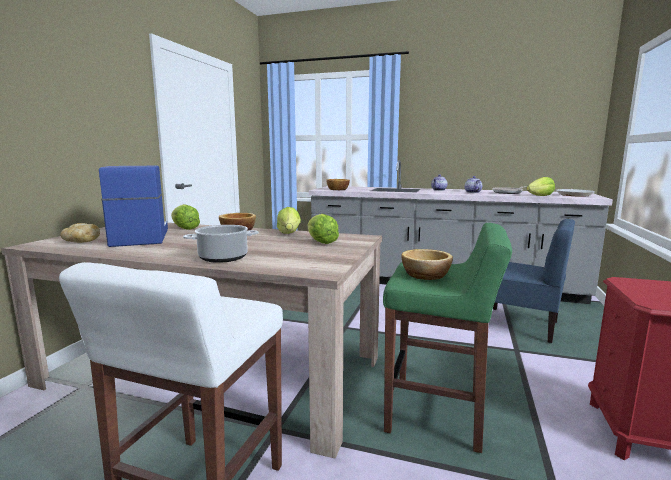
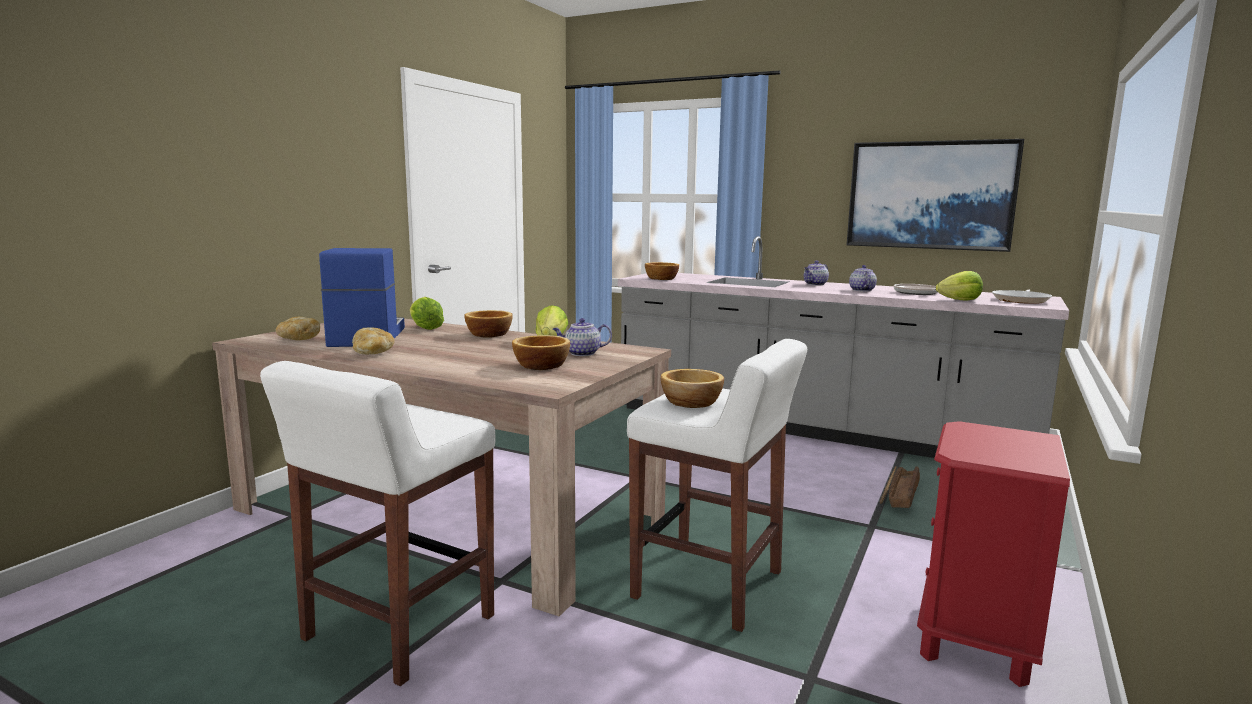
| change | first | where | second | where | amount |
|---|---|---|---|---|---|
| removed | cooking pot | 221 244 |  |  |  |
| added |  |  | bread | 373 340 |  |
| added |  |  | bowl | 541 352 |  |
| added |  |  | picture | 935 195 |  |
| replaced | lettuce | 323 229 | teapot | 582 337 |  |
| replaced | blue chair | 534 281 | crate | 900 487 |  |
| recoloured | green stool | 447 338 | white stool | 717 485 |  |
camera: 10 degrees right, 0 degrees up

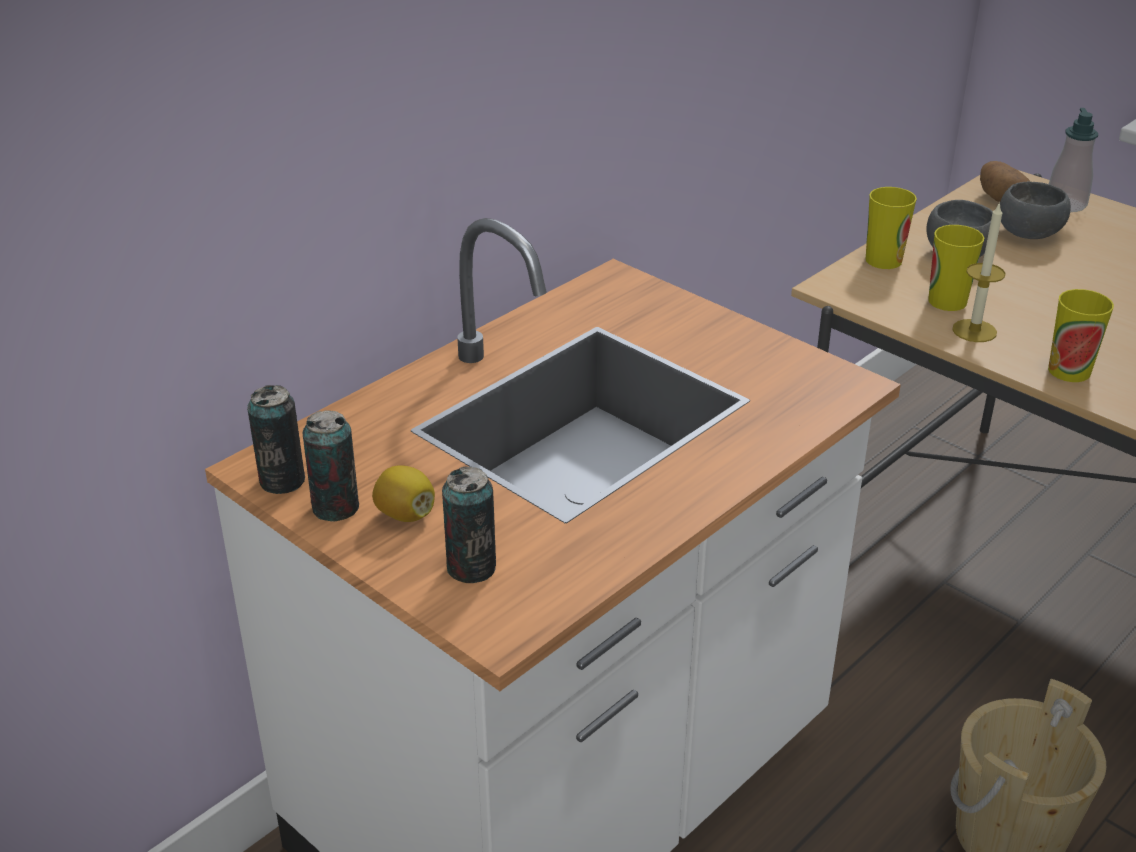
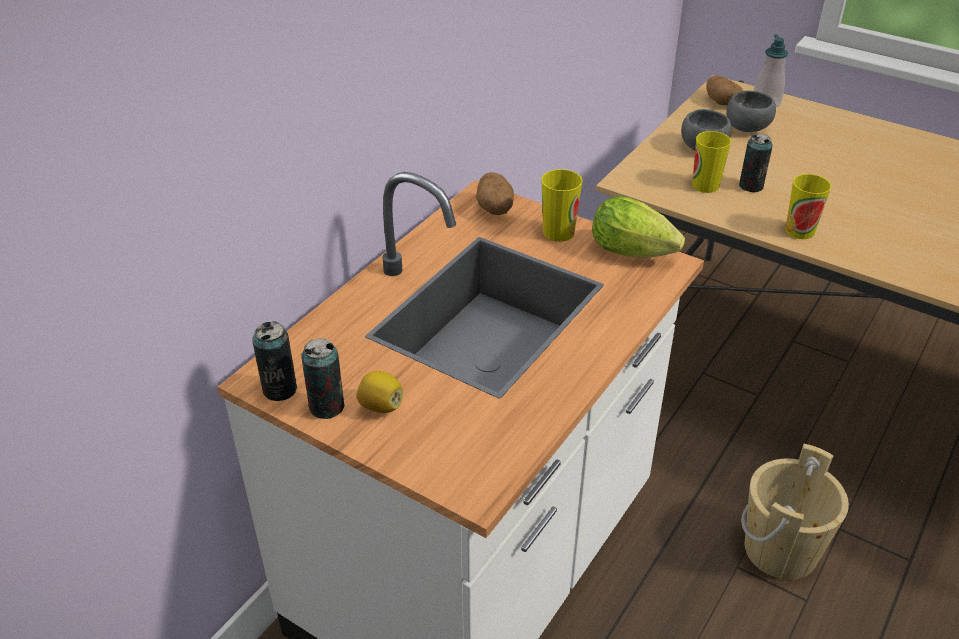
| change | first | where | second | where | amount |
|---|---|---|---|---|---|
| removed | candle | 979 272 |  |  |  |
| added |  |  | potato | 495 193 |  |
| added |  |  | lettuce | 638 227 |  |
| moved | can | 469 524 |  | 756 162 |  |
| moved | cup | 891 228 |  | 562 205 |  |
camera: 10 degrees left, 5 degrees up

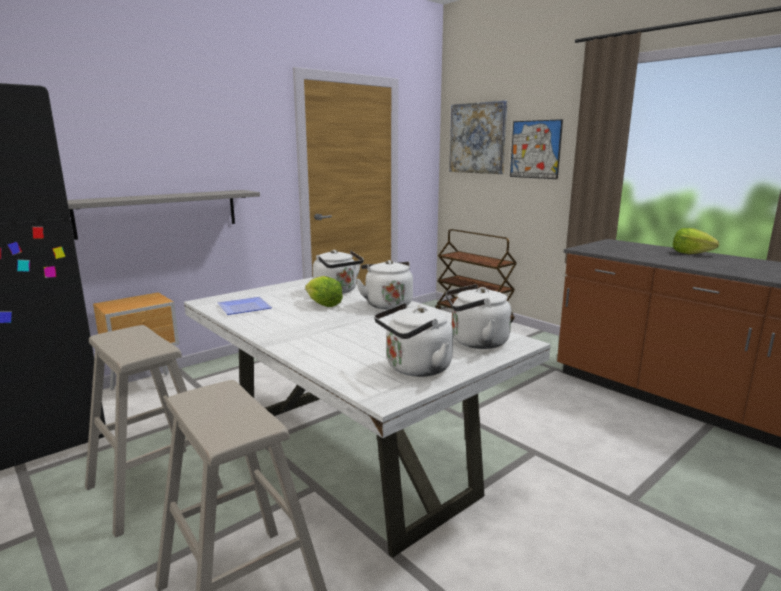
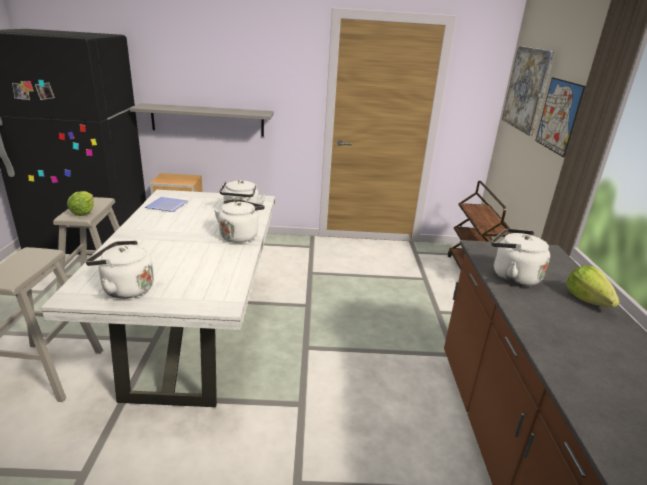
| change | first | where | second | where | amount |
|---|---|---|---|---|---|
| moved | lettuce | 324 291 |  | 80 203 |  |
| moved | white kettle | 479 316 |  | 520 257 |  |
camera: 40 degrees right, 10 degrees up

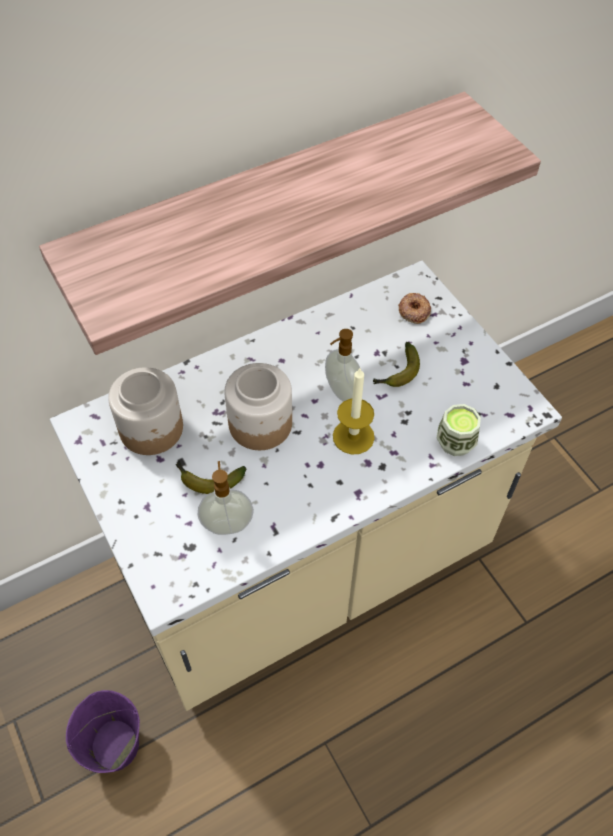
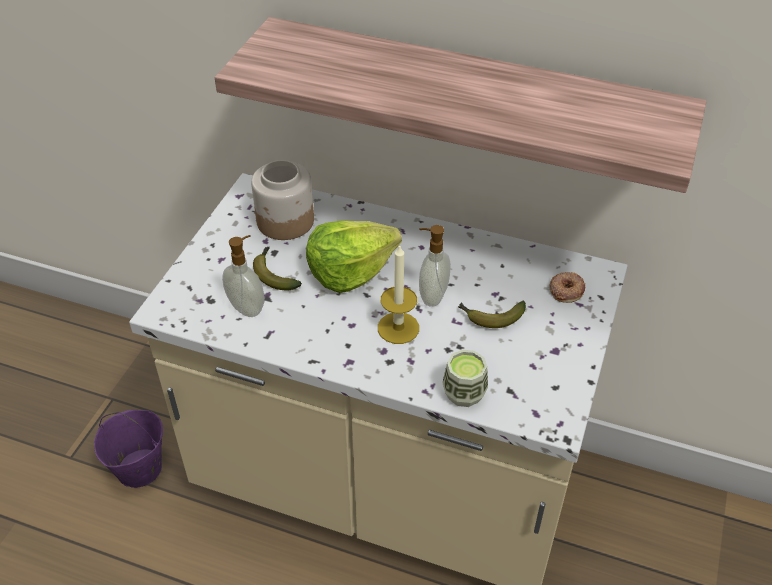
| change | first | where | second | where | amount |
|---|---|---|---|---|---|
| replaced | jar | 258 406 | lettuce | 354 256 |  |
camera: 50 degrees right, 10 degrees down

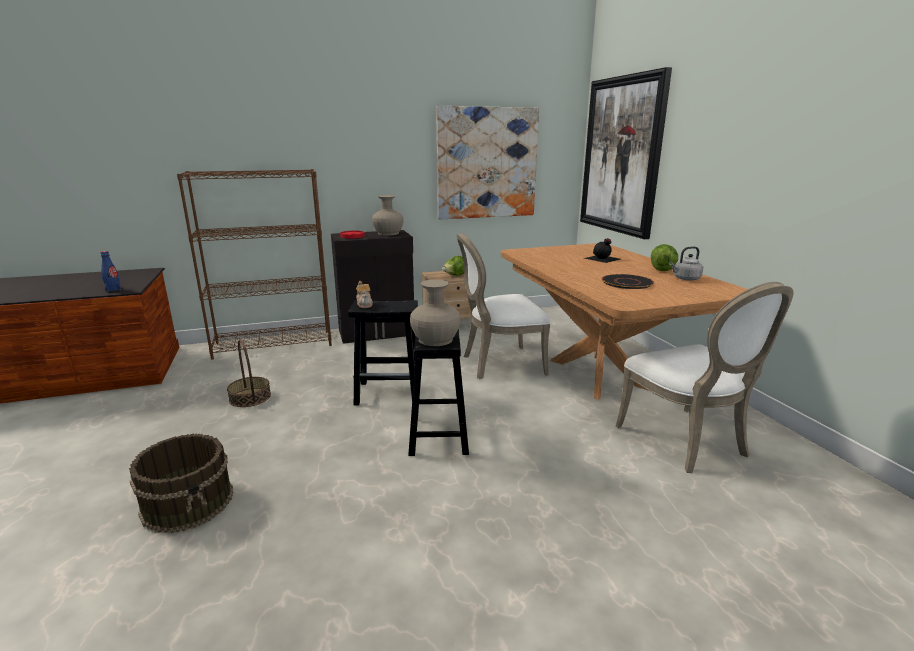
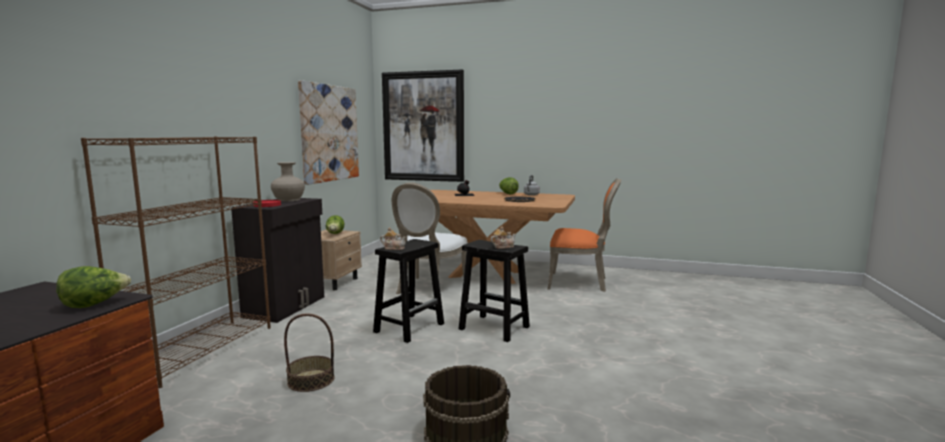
| change | first | where | second | where | amount |
|---|---|---|---|---|---|
| replaced | blue bottle | 110 271 | lettuce | 93 287 |  |
| replaced | beige vase | 435 313 | teapot | 503 237 |  |
| recoloured | white chair | 705 377 | orange chair | 584 235 |  |
camera: 55 degrees left, 10 degrees down

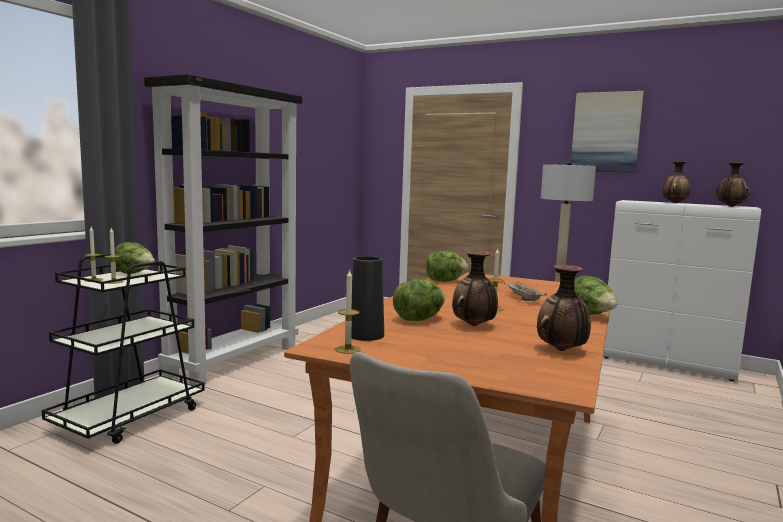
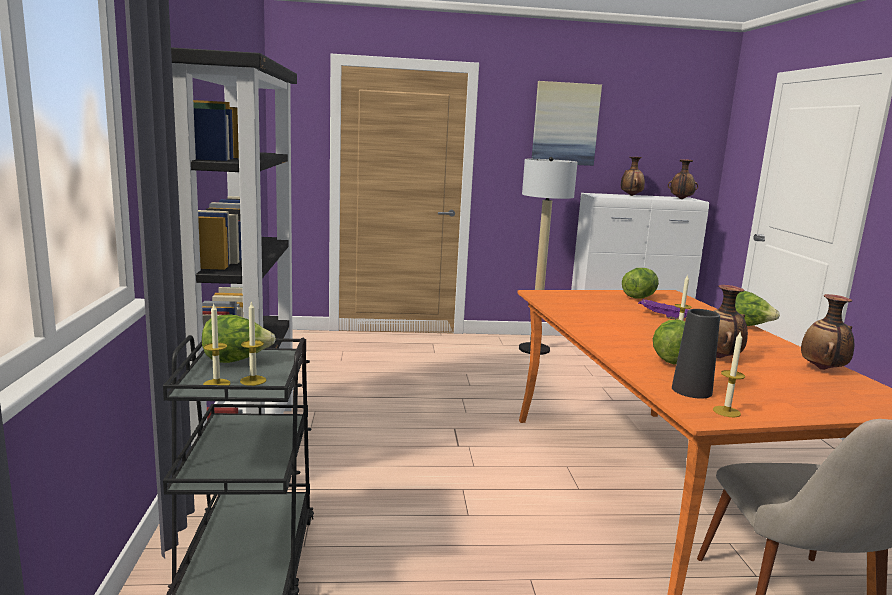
| change | first | where | second | where | amount |
|---|---|---|---|---|---|
| moved | lettuce | 447 266 |  | 640 283 |  |
| recoloured | beige tray | 525 291 | purple tray | 663 309 |  |
camera: 35 degrees left, 5 degrees up

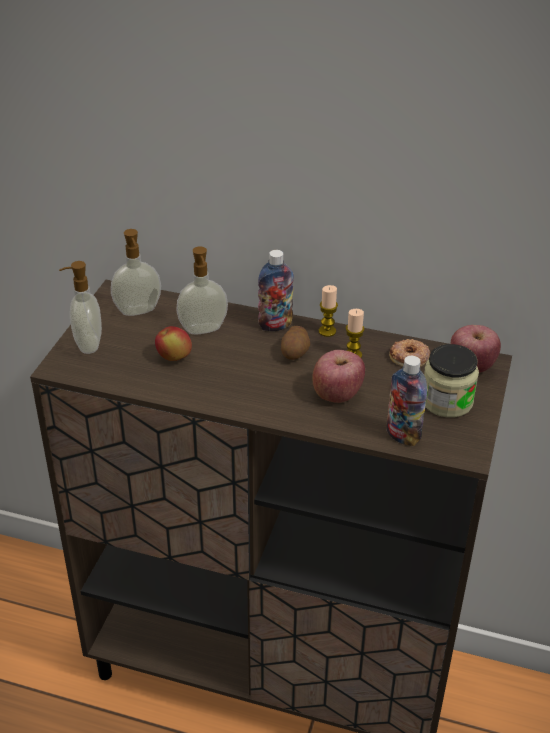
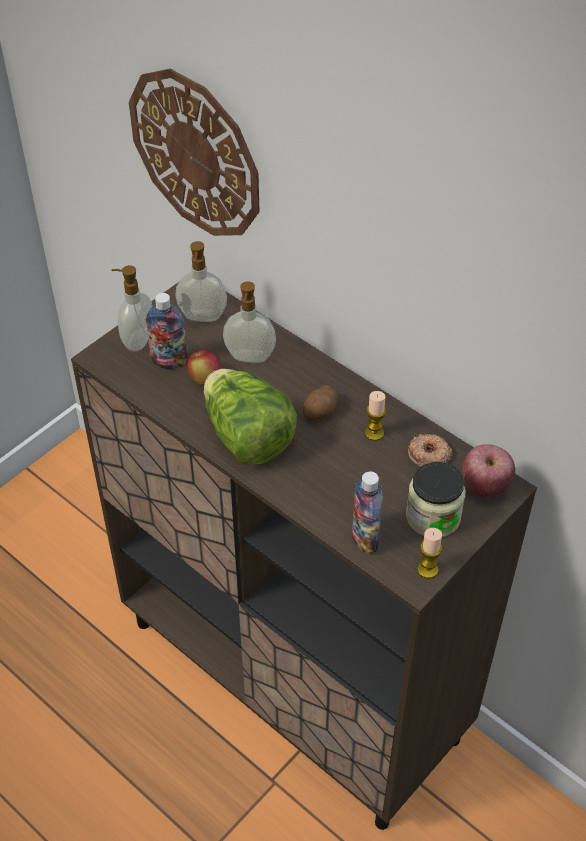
| change | first | where | second | where | amount |
|---|---|---|---|---|---|
| removed | apple | 338 376 |  |  |  |
| added |  |  | wall clock | 194 152 |  |
| added |  |  | lettuce | 250 417 |  |
| moved | bottle | 276 290 |  | 167 331 |  |
| moved | candle | 328 311 |  | 429 553 |  |
camera: 25 degrees right, 10 degrees up

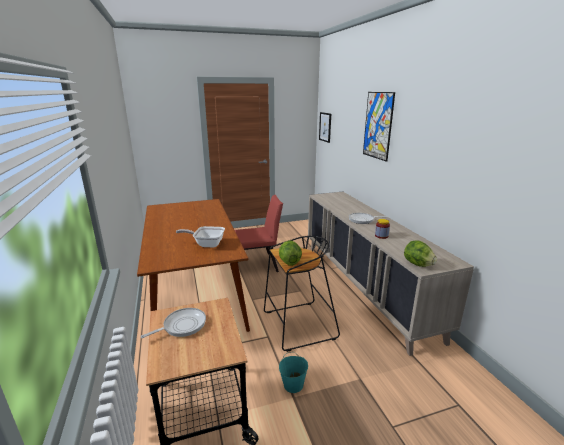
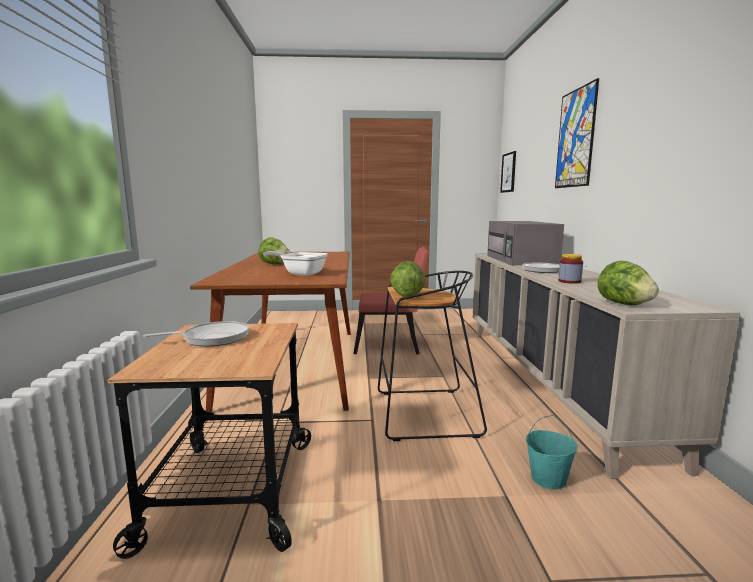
| change | first | where | second | where | amount |
|---|---|---|---|---|---|
| added |  |  | lettuce | 274 251 |  |
| added |  |  | grey microwave | 525 243 |  |
| moved | turquoise bucket | 293 372 |  | 552 452 |  |
camera: 15 degrees right, 10 degrees down

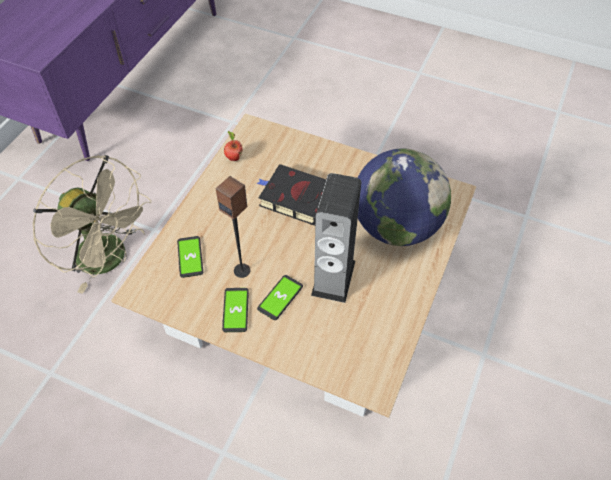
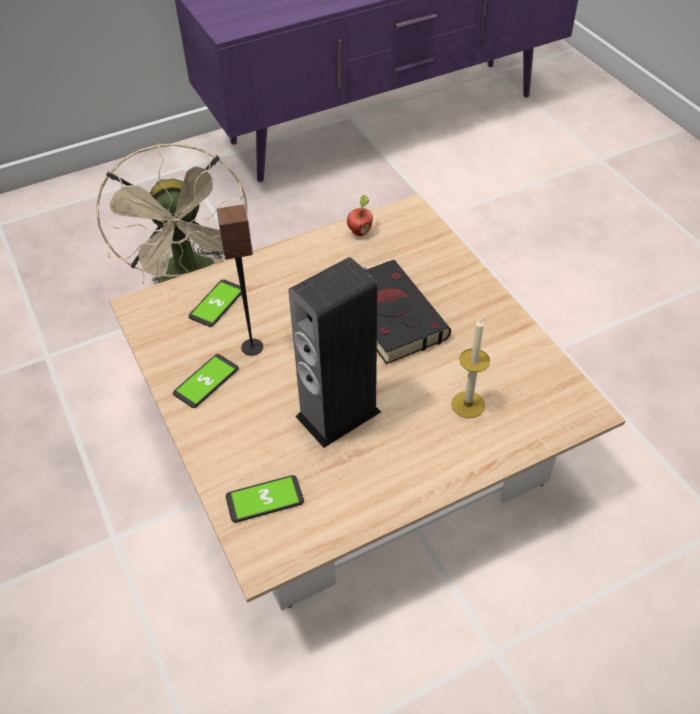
| change | first | where | second | where | amount |
|---|---|---|---|---|---|
| moved | phone | 280 297 |  | 265 499 |  |
| replaced | globe | 404 197 | candle | 470 368 |  |
camera: 40 degrees right, 5 degrees down

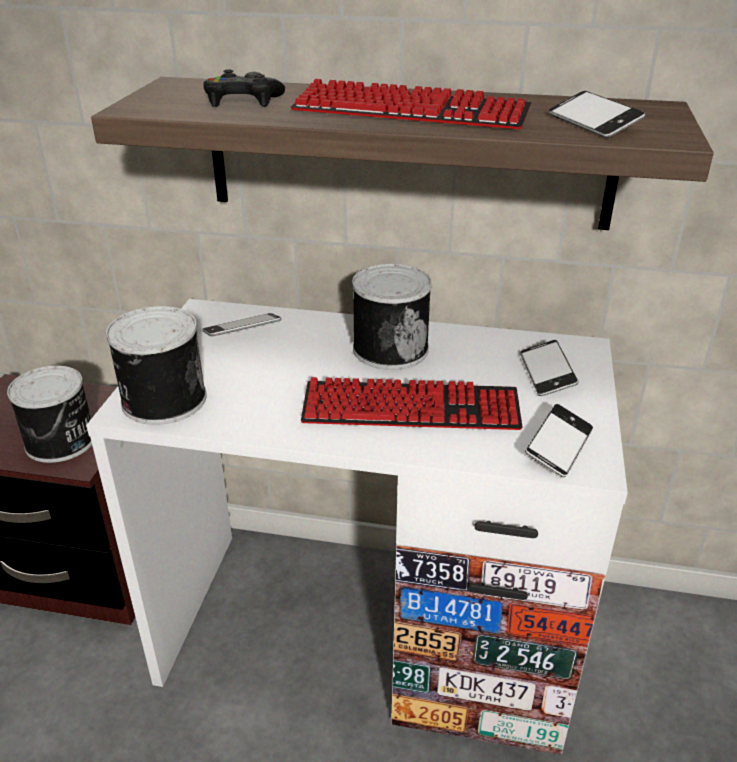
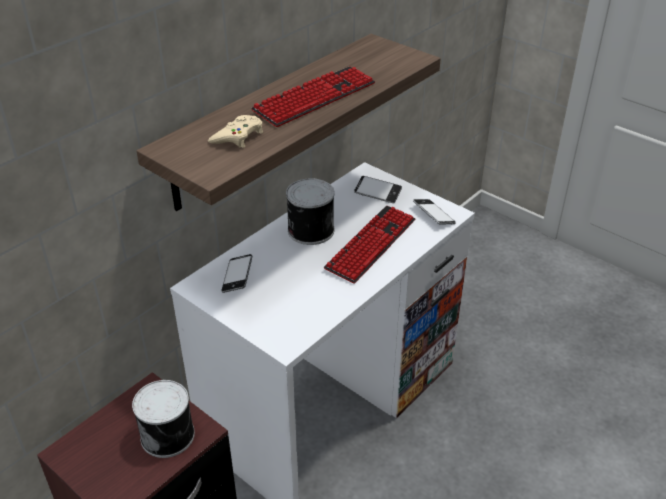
| change | first | where | second | where | amount |
|---|---|---|---|---|---|
| removed | can | 156 365 |  |  |  |
| removed | phone | 596 114 |  |  |  |
| recoloured | black game controller | 244 88 | beige game controller | 235 131 |  |
camera: 60 degrees left, 5 degrees up

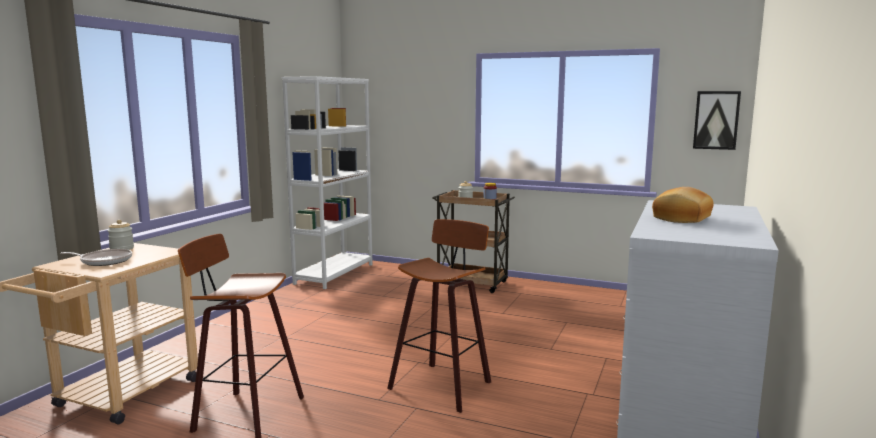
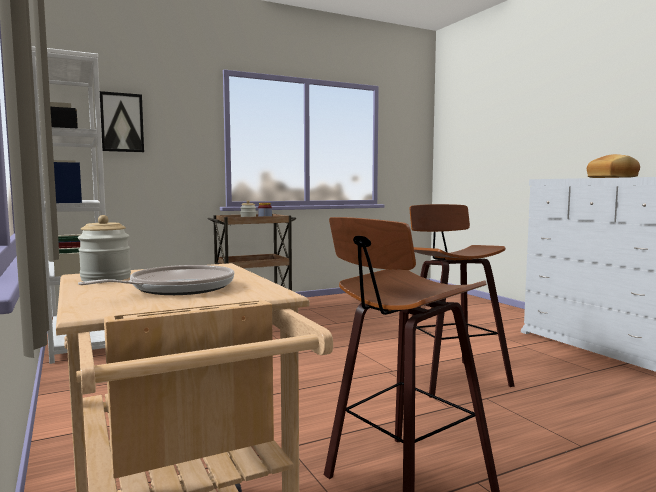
| change | first | where | second | where | amount |
|---|---|---|---|---|---|
| moved | picture | 717 120 |  | 122 121 |  |
camera: 50 degrees left, 5 degrees down

